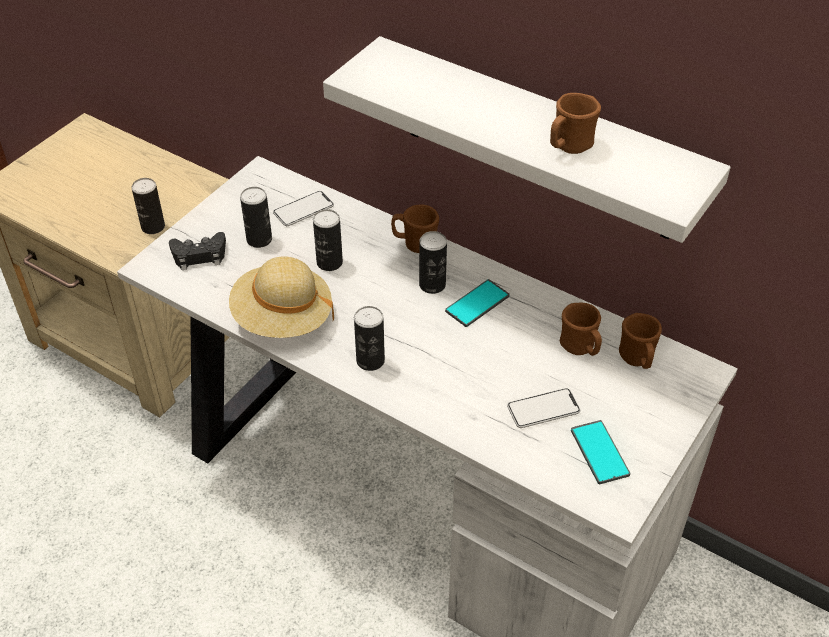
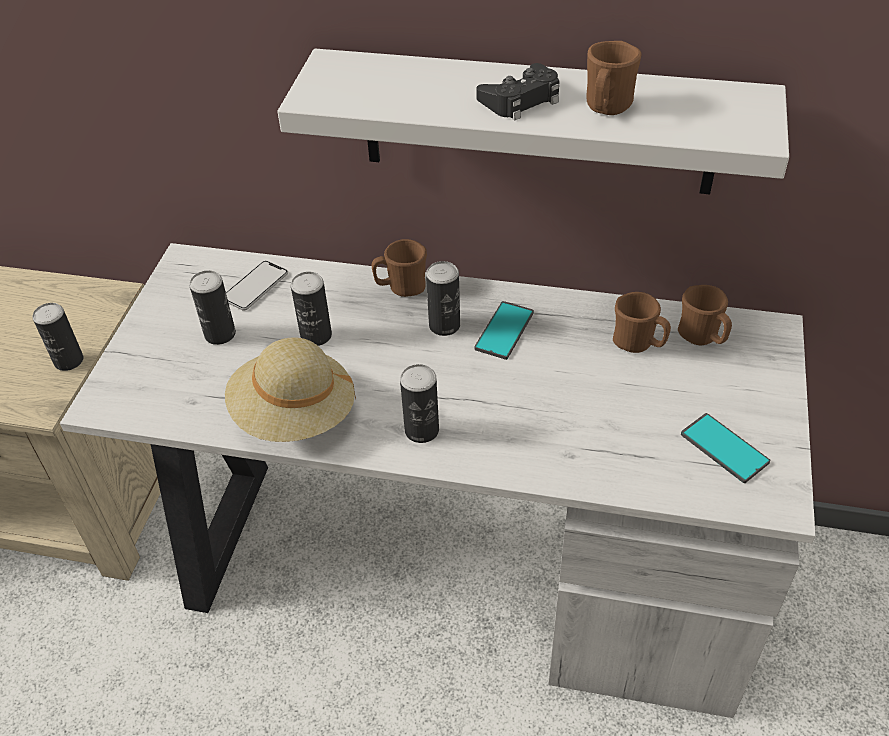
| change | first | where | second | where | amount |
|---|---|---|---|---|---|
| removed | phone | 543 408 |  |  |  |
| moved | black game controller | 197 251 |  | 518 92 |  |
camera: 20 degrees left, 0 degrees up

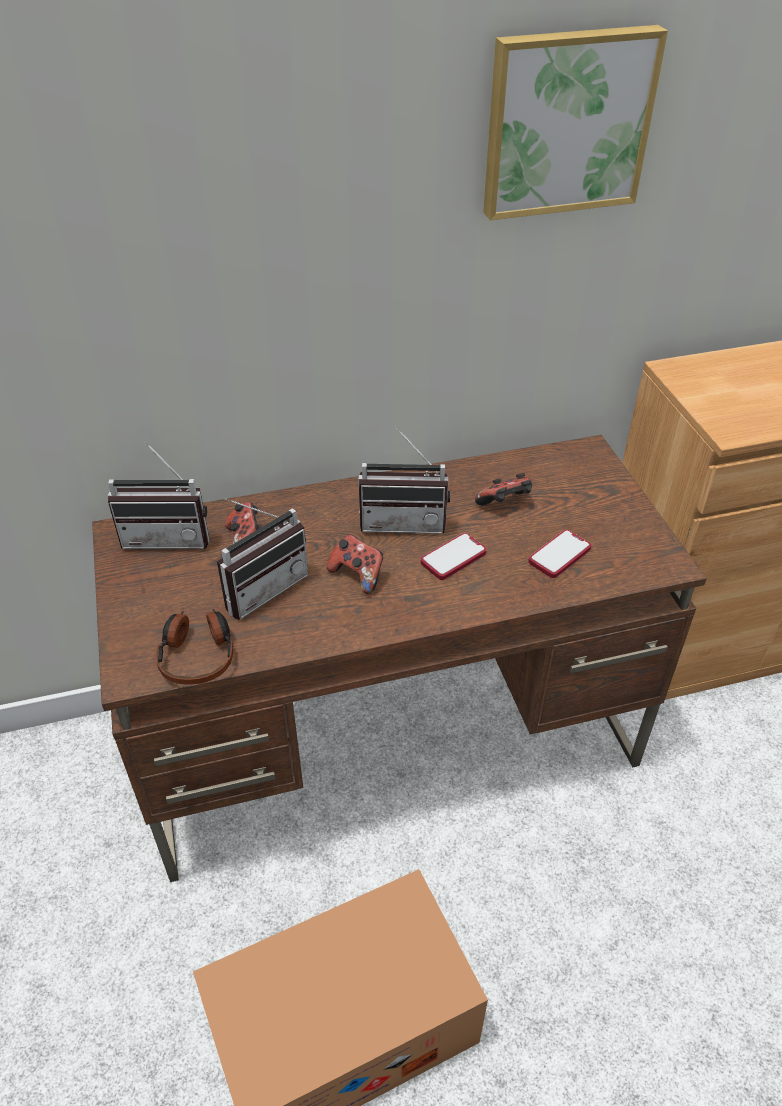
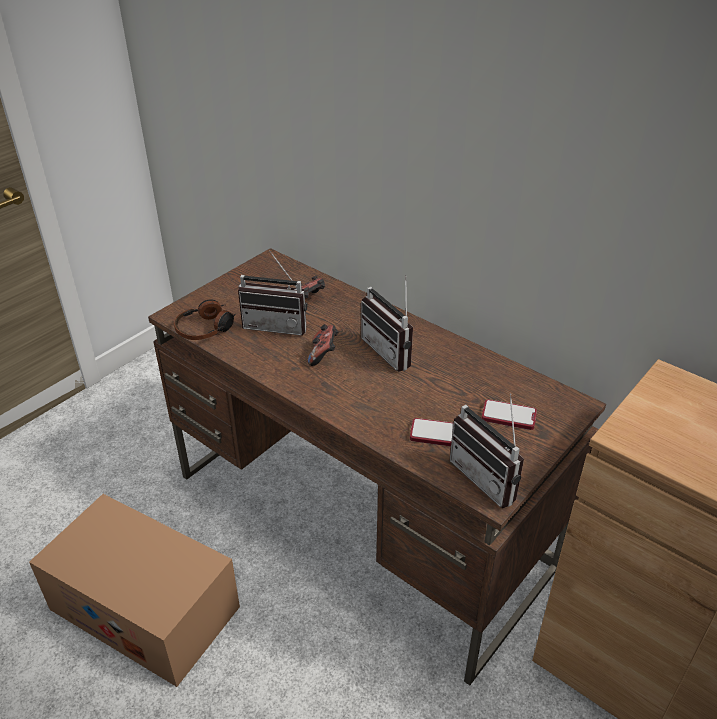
| change | first | where | second | where | amount |
|---|---|---|---|---|---|
| removed | game controller | 503 489 |  |  |  |
| removed | picture | 575 122 |  |  |  |
| moved | radio | 159 495 |  | 487 450 |  |
| moved | phone | 454 556 |  | 509 414 |  |
camera: 55 degrees right, 5 degrees down

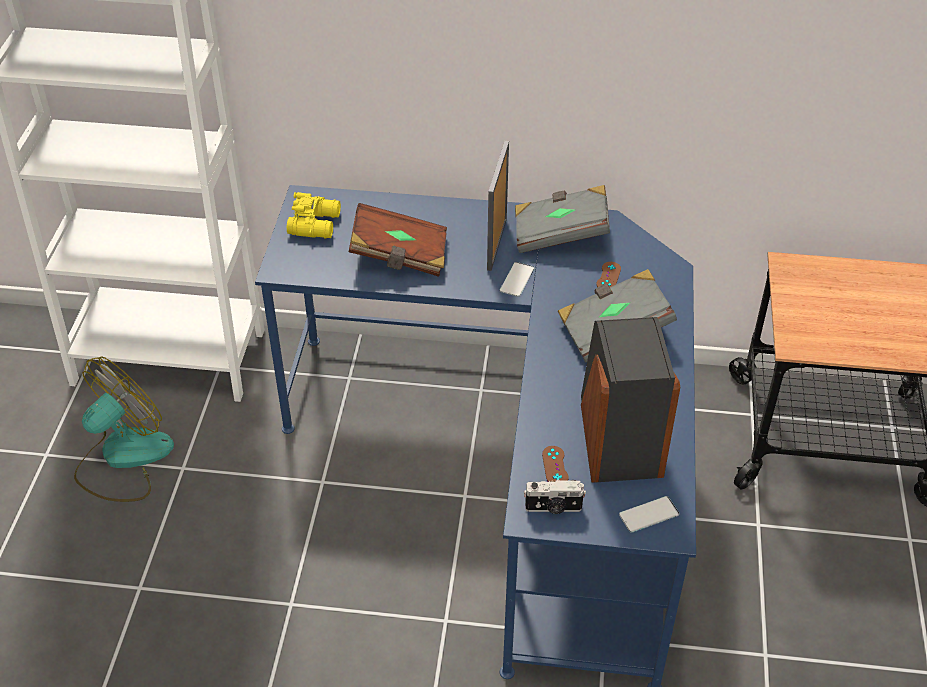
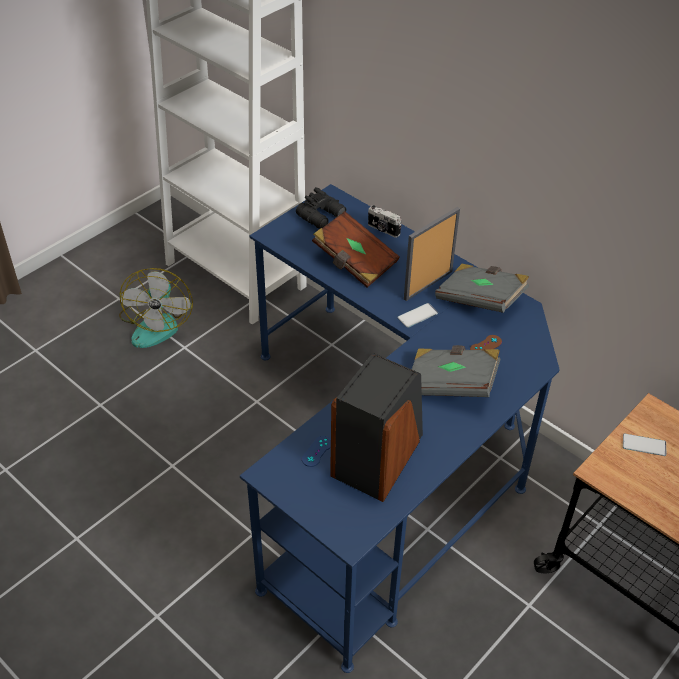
| change | first | where | second | where | amount |
|---|---|---|---|---|---|
| moved | photo camera | 555 497 |  | 384 221 |  |
| moved | phone | 649 514 |  | 644 445 |  |
| recoloured | yellow binoculars | 314 215 | black binoculars | 321 208 |  |
| recoloured | brown game controller | 555 464 | blue game controller | 316 451 |  |
| turned | fan | 124 429 |  | 156 308 | 105 degrees clockwise |
camera: 35 degrees right, 0 degrees up

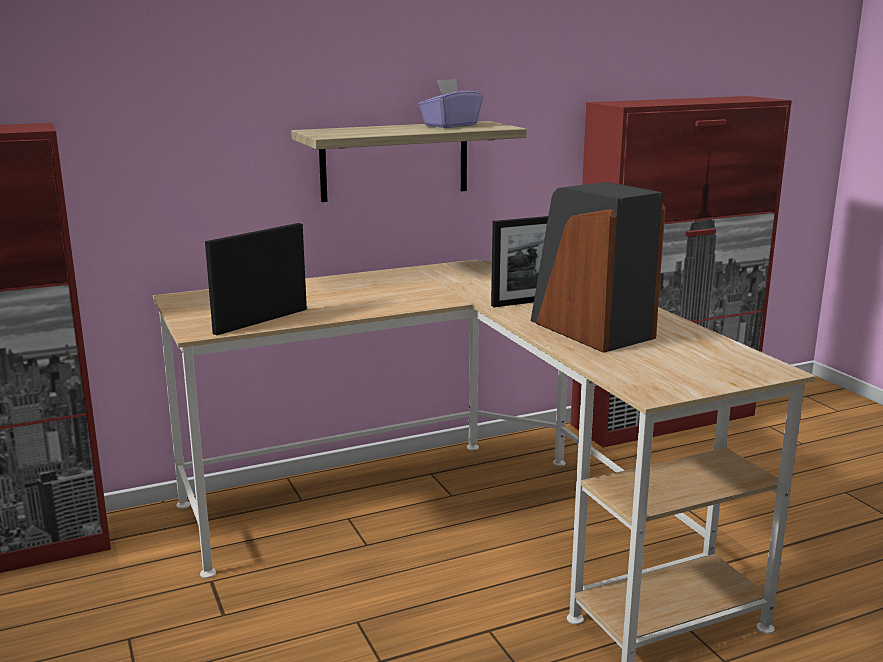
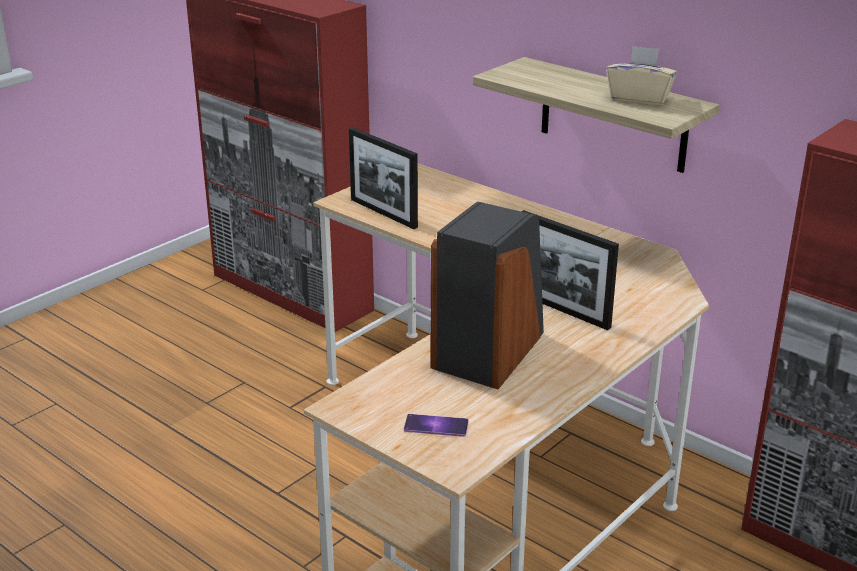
| change | first | where | second | where | amount |
|---|---|---|---|---|---|
| added |  |  | phone | 436 425 |  |
| recoloured | purple tissue box | 451 103 | beige tissue box | 641 75 |  |
| turned | picture frame | 256 279 |  | 383 178 | 150 degrees counterclockwise |
camera: 65 degrees right, 10 degrees up

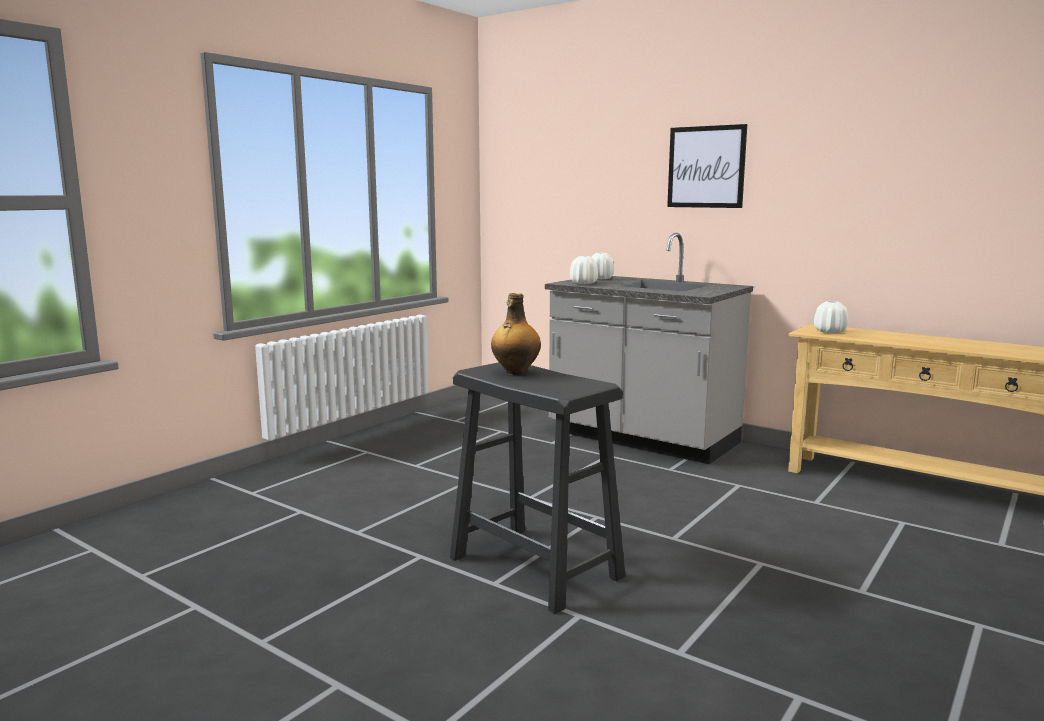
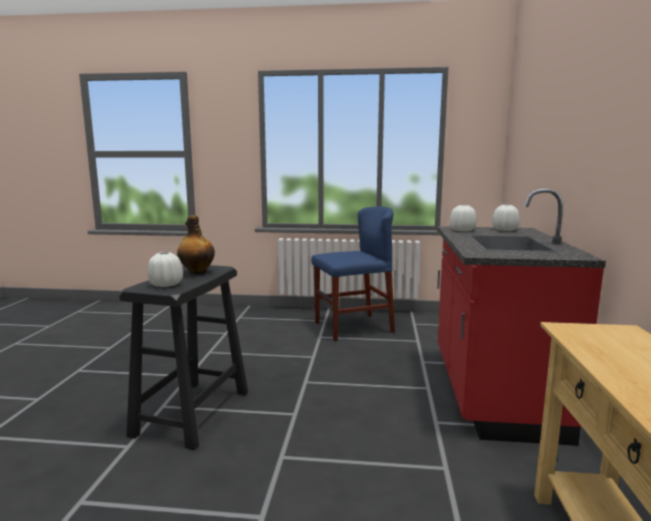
| change | first | where | second | where | amount |
|---|---|---|---|---|---|
| removed | picture | 707 166 |  |  |  |
| added |  |  | blue chair | 353 273 |  |
| moved | white vase | 831 317 |  | 165 269 |  |
| recoloured | grey counter | 649 348 | red counter | 521 317 |  |
camera: 60 degrees right, 0 degrees up

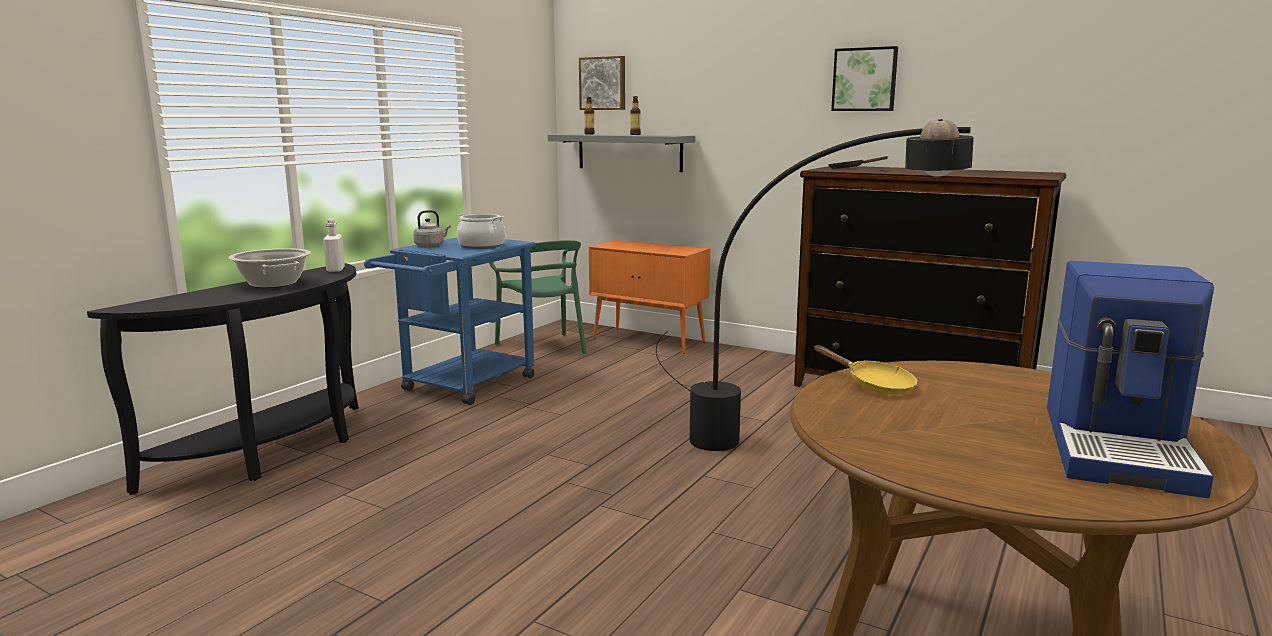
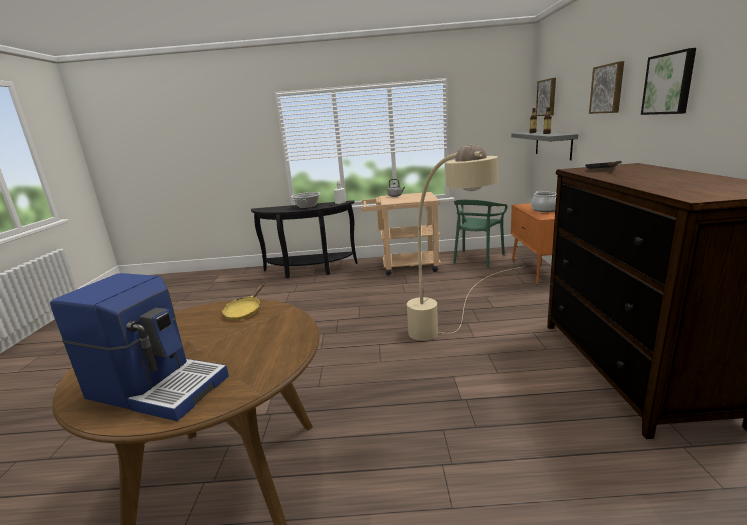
| change | first | where | second | where | amount |
|---|---|---|---|---|---|
| added |  |  | picture | 606 87 |  |
| moved | cooking pot | 481 231 |  | 543 201 |  |
| recoloured | blue cart | 450 321 | beige cart | 401 234 |  |
| recoloured | black floor lamp | 815 285 | beige floor lamp | 464 242 |  |
| turned | coffee machine | 1130 379 |  | 139 347 | 150 degrees counterclockwise |
camera: 60 degrees right, 5 degrees up

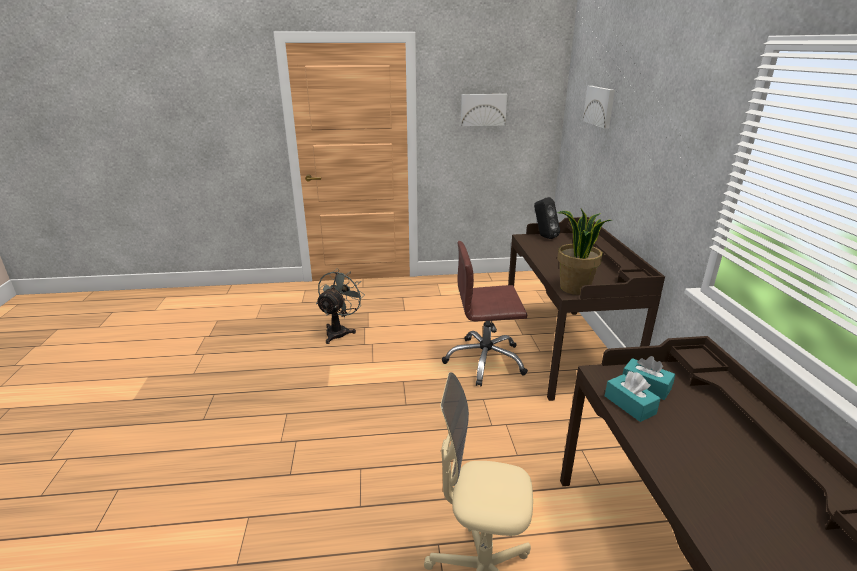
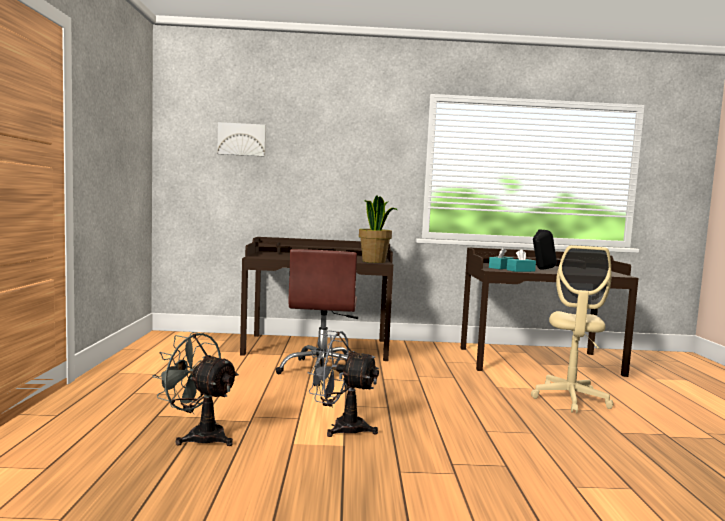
| change | first | where | second | where | amount |
|---|---|---|---|---|---|
| removed | picture | 484 110 |  |  |  |
| added |  |  | grey fan | 343 384 |  |
| moved | black speaker | 547 218 |  | 545 250 |  |
camera: 85 degrees left, 20 degrees down

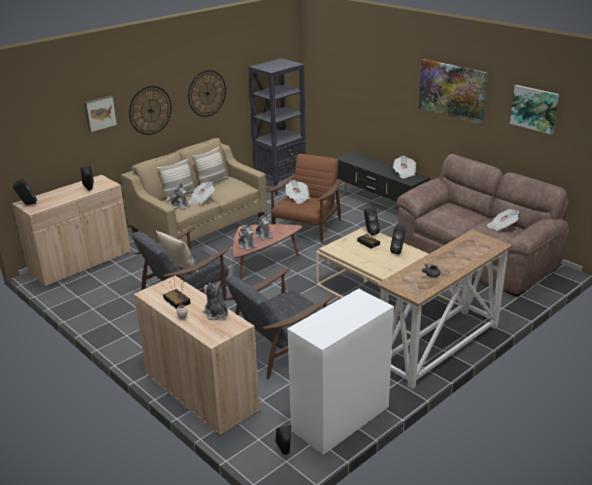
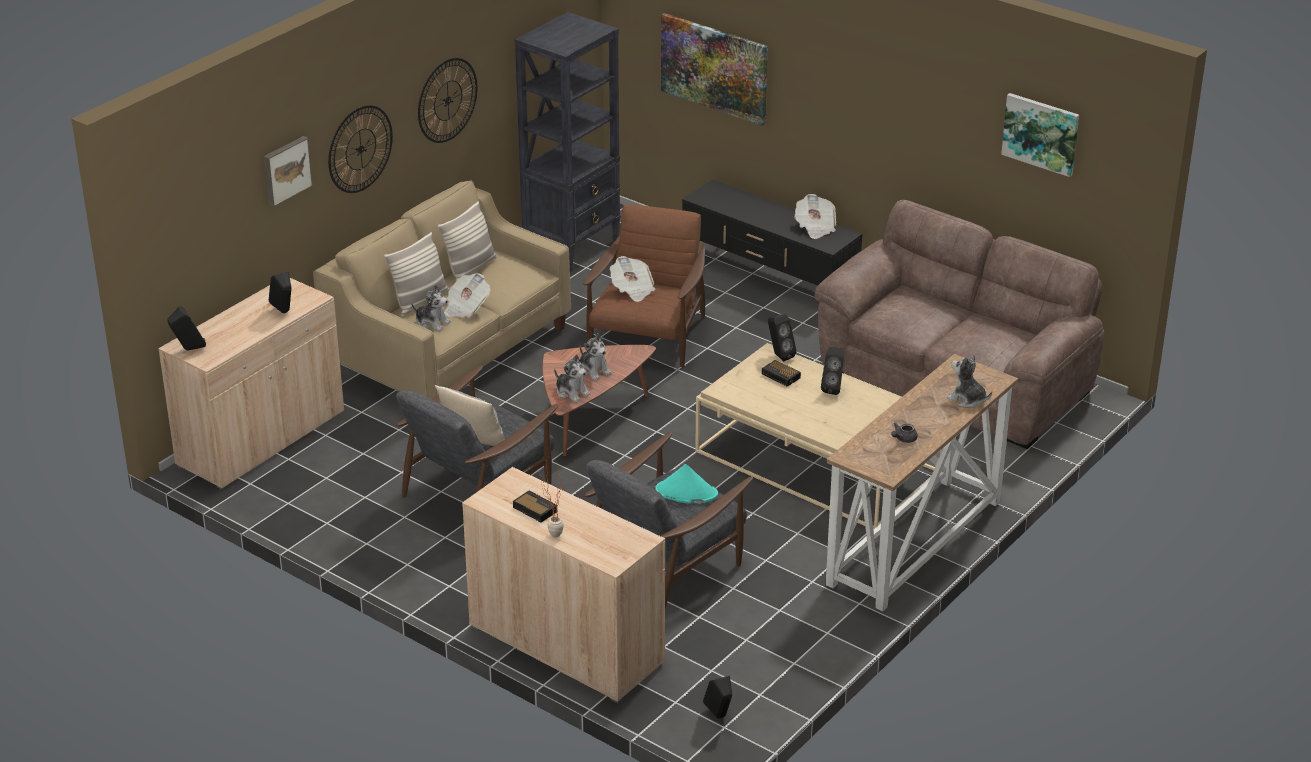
| change | first | where | second | where | amount |
|---|---|---|---|---|---|
| removed | white dresser | 340 372 |  |  |  |
| removed | newspaper | 503 220 |  |  |  |
| added |  |  | turquoise hat | 686 484 |  |
| moved | plush toy | 215 301 |  | 969 381 |  |
| moved | picture | 453 92 |  | 714 69 |  |
camera: 10 degrees left, 5 degrees up

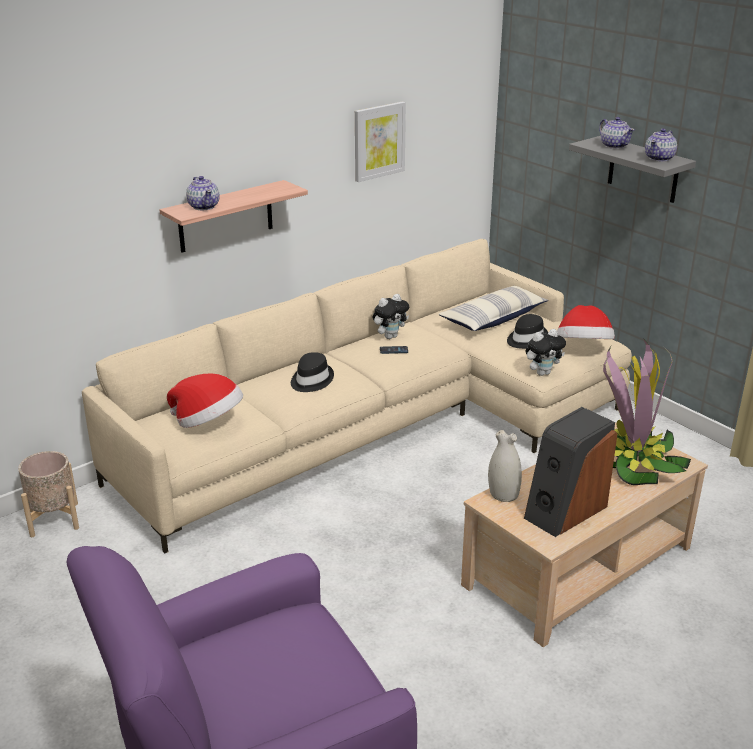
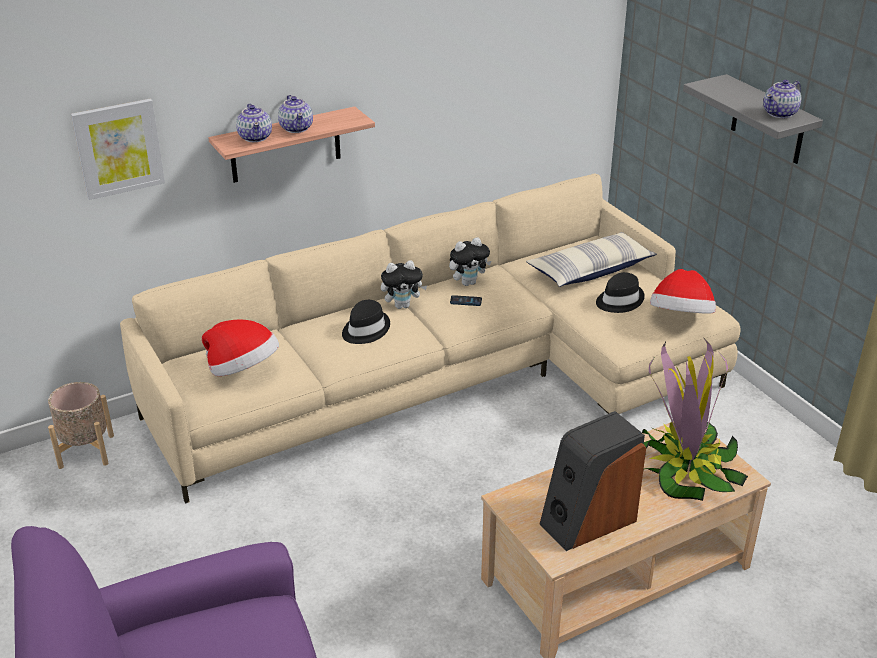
| change | first | where | second | where | amount |
|---|---|---|---|---|---|
| removed | white vase | 505 466 |  |  |  |
| moved | picture | 380 141 |  | 118 149 |  |
| moved | plush toy | 546 352 |  | 404 284 |  |
| moved | teapot | 617 133 |  | 295 114 |  |
camera: 10 degrees right, 5 degrees up

